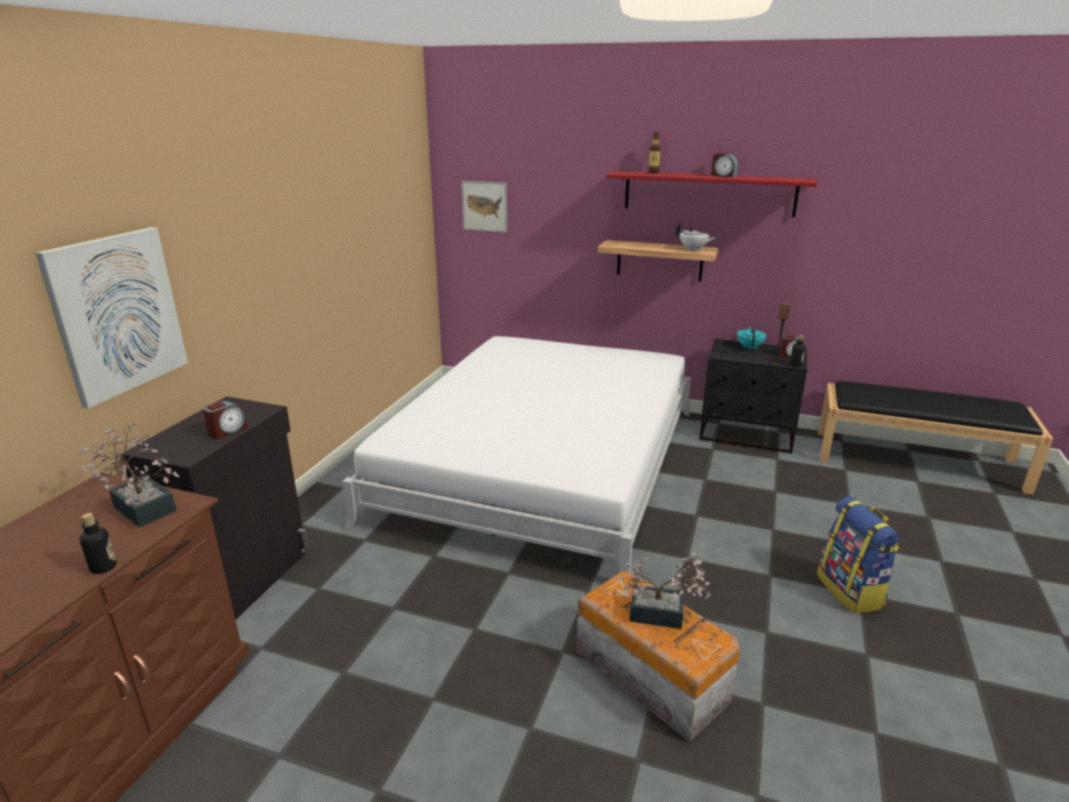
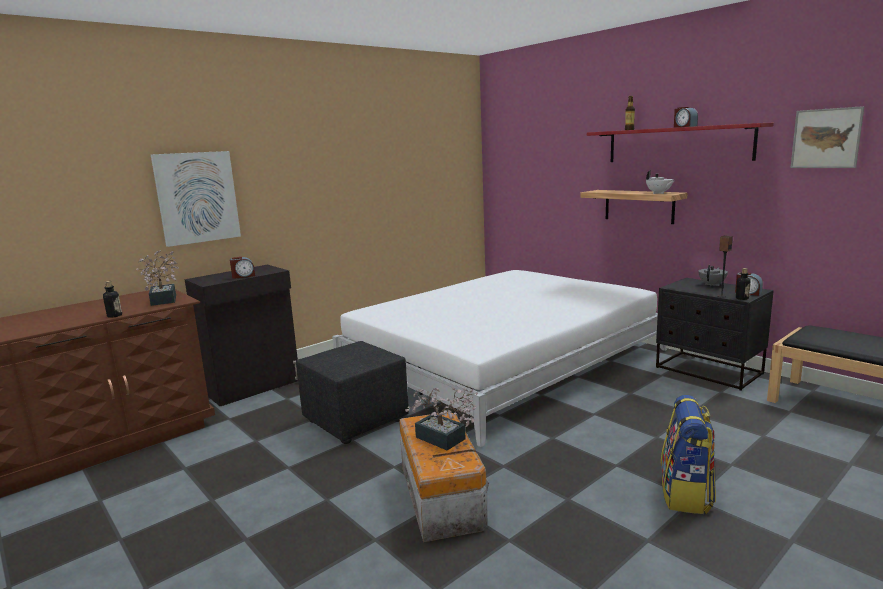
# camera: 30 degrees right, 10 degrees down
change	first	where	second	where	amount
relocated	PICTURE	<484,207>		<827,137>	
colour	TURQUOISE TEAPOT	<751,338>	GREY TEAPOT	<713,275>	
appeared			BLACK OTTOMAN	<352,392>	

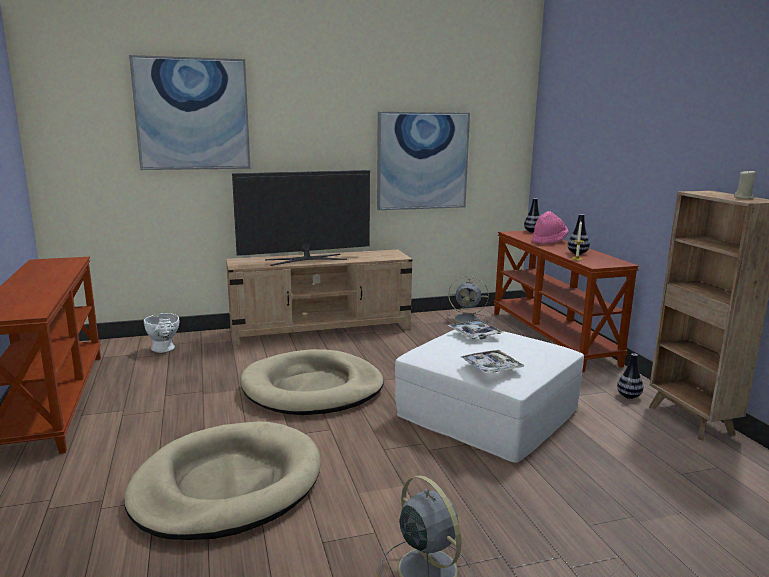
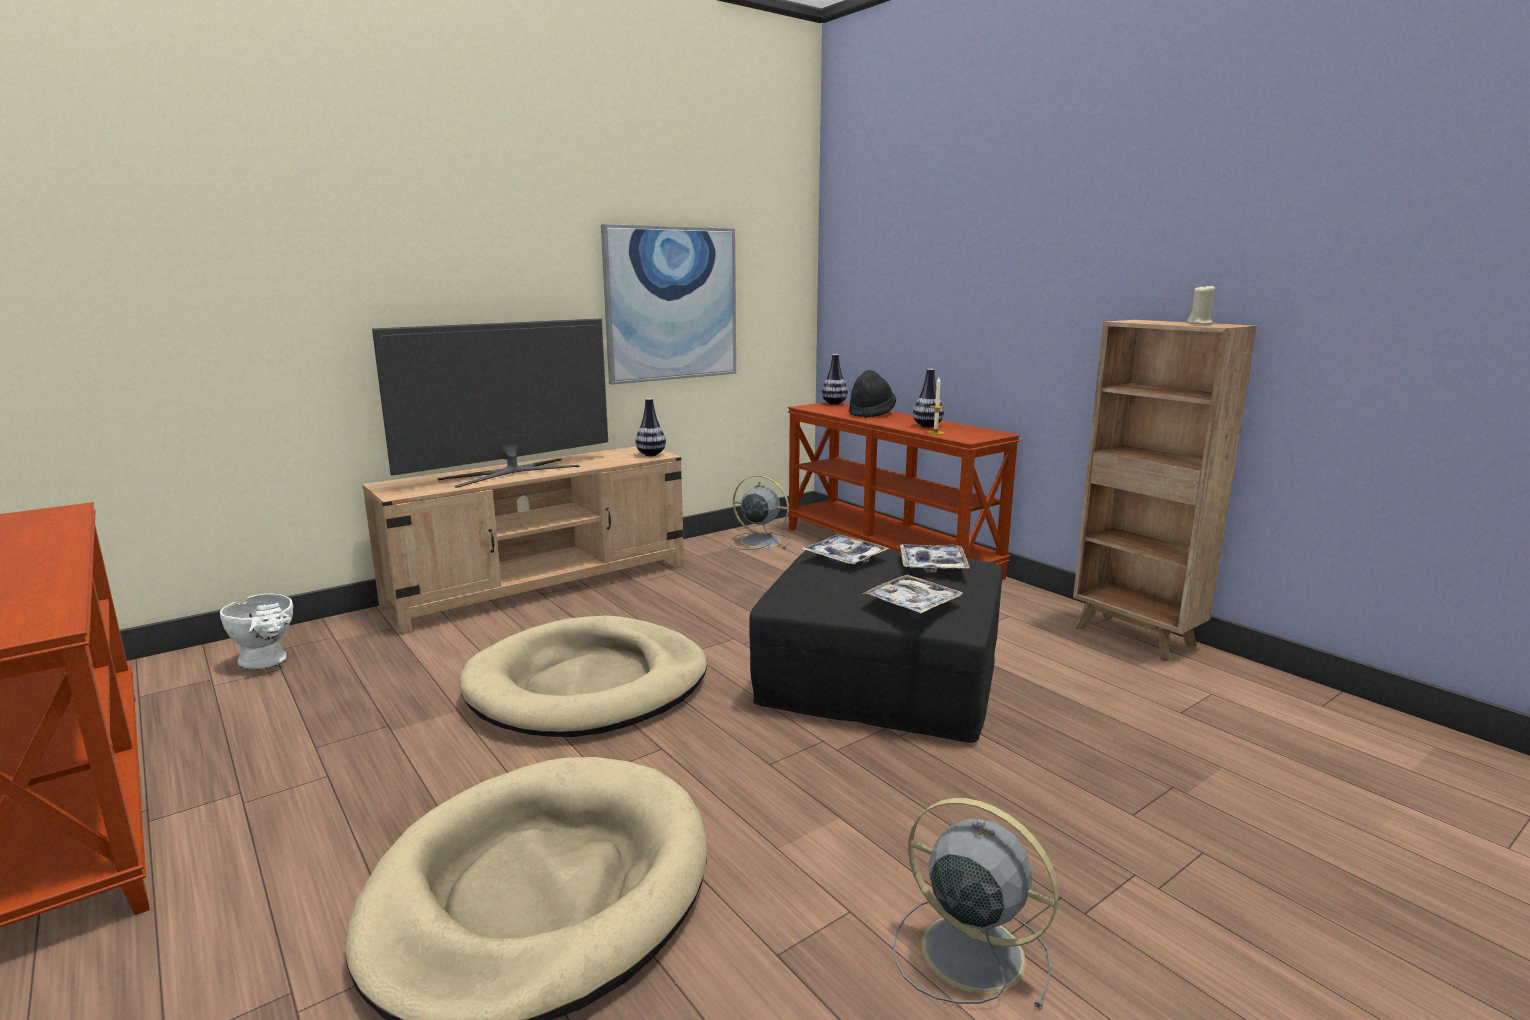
# camera: 20 degrees left, 0 degrees up
change	first	where	second	where	amount
missing	PICTURE	<189,112>			
colour	WHITE OTTOMAN	<489,396>	BLACK OTTOMAN	<876,646>	
spun	GREY FAN	<468,300>		<759,512>	150 degrees counterclockwise
colour	PINK HAT	<550,227>	BLACK HAT	<872,394>	
relocated	VASE	<630,376>		<650,427>	
appeared			TRAY	<935,558>	

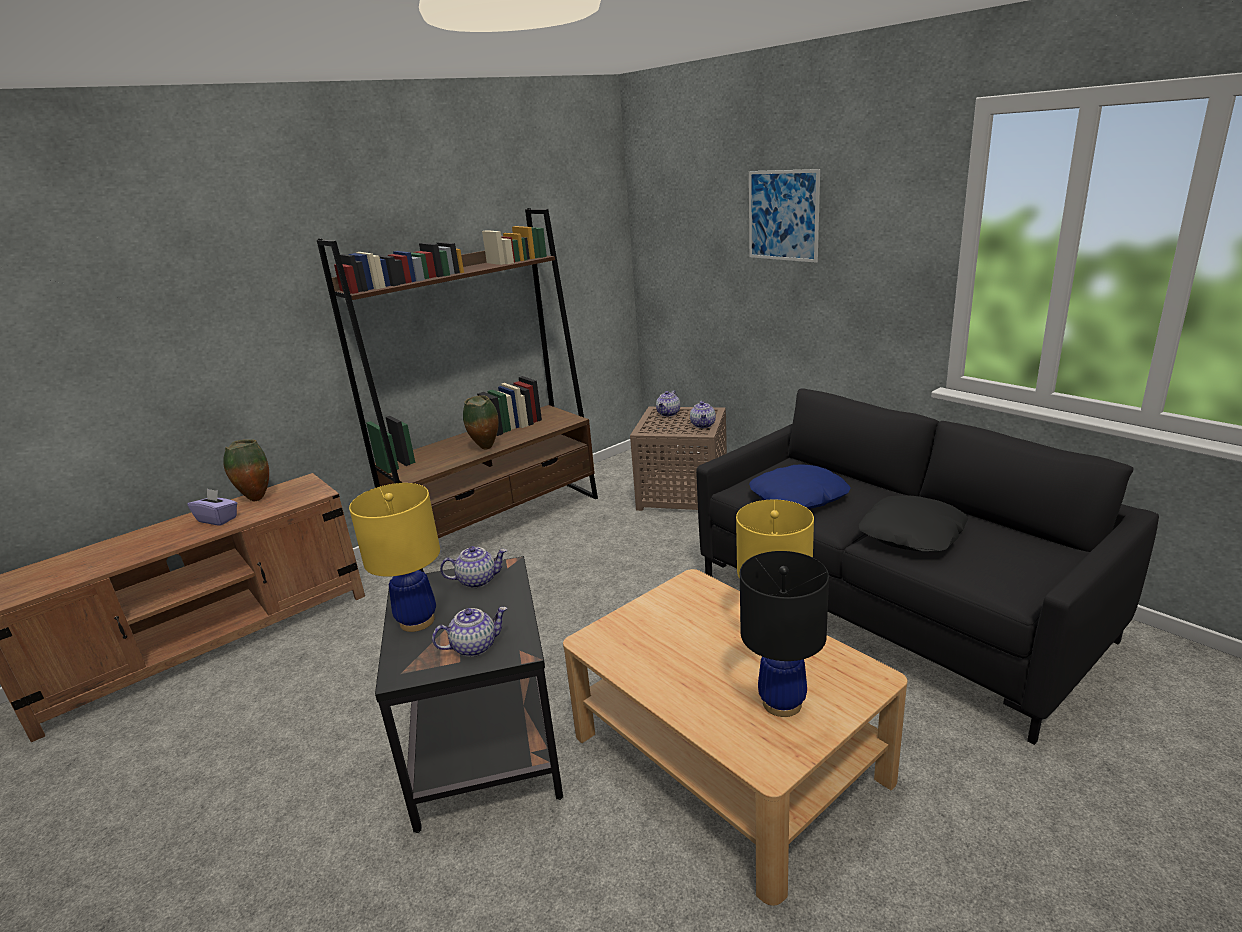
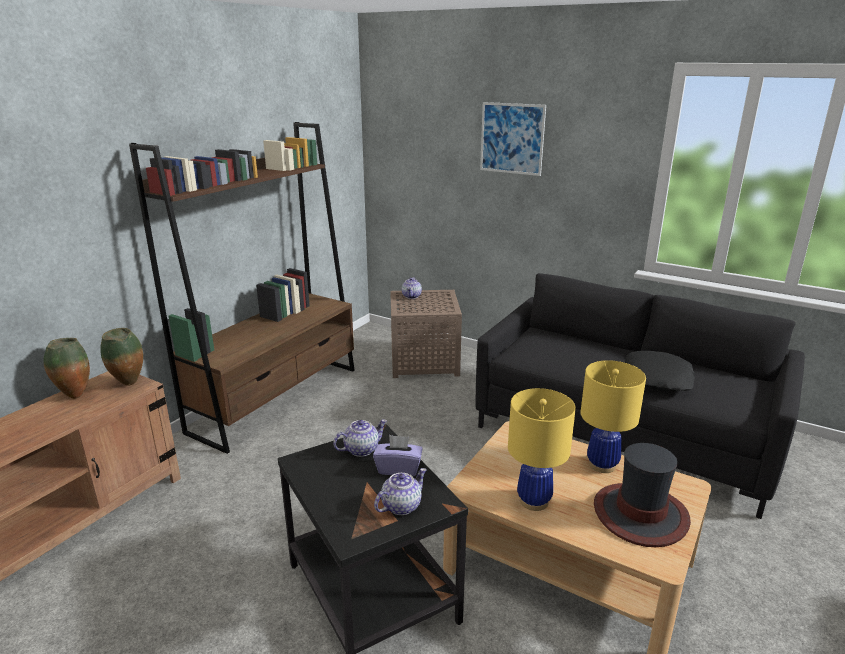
# camera: 20 degrees left, 0 degrees up
change	first	where	second	where	amount
relocated	PURPLE TISSUE BOX	<212,507>		<398,455>	
relocated	YELLOW TABLE LAMP	<394,557>		<542,449>	
relocated	VASE	<481,422>		<121,357>	
missing	TEAPOT	<703,414>			
exchanged	BLACK TABLE LAMP	<784,634>	HAT	<642,495>	
missing	BLUE PILLOW	<799,487>			

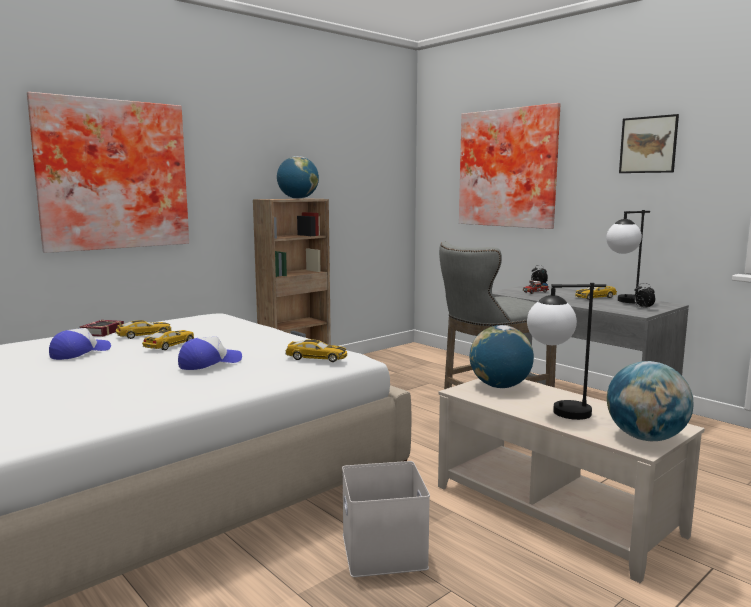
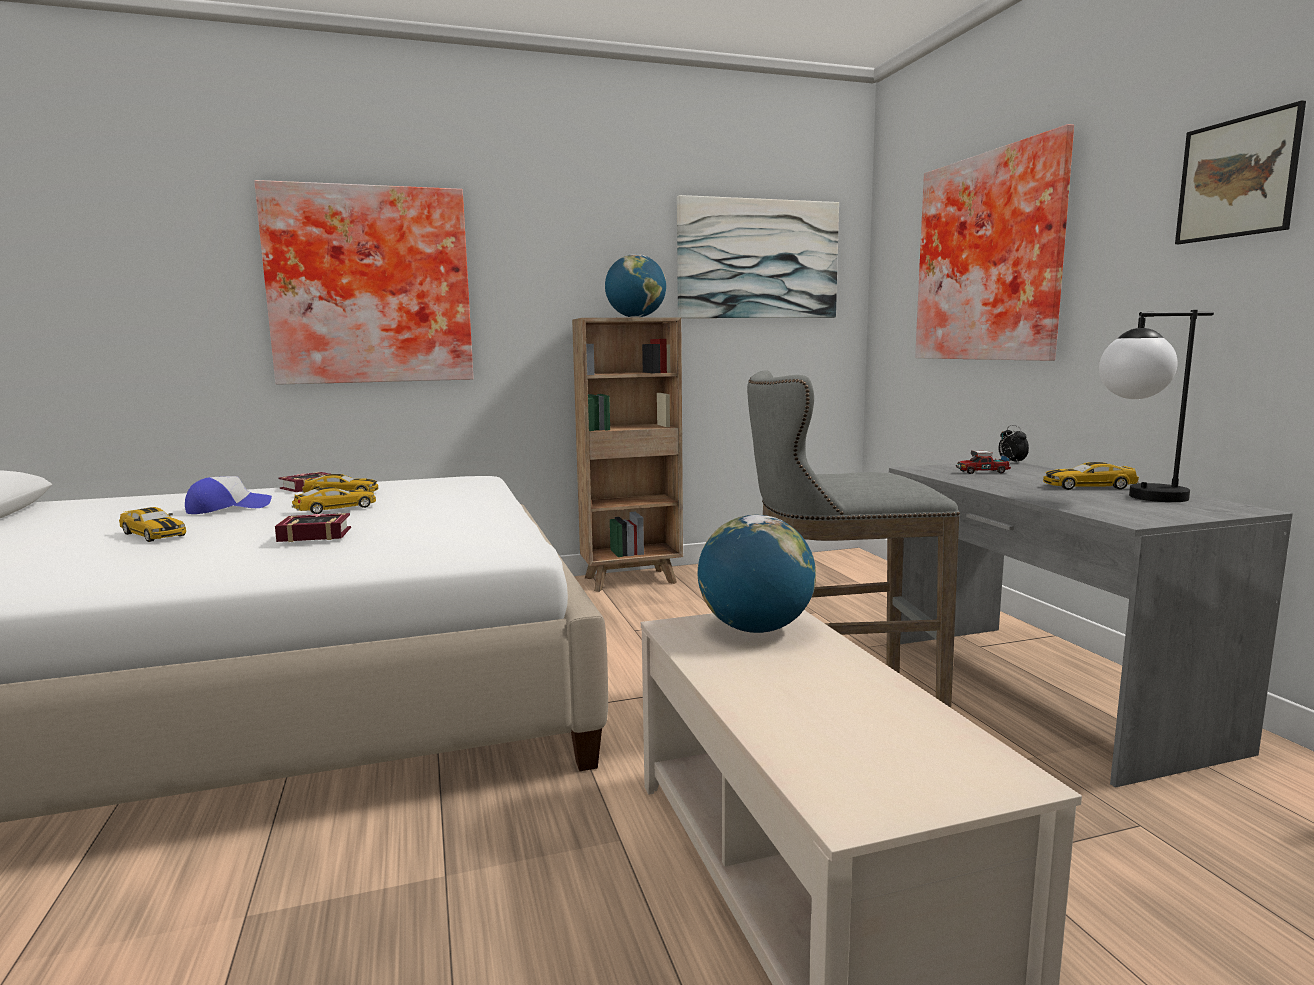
# camera: 25 degrees right, 0 degrees up
change	first	where	second	where	amount
exchanged	CAP	<210,353>	BOOK	<313,527>	
relocated	TOY CAR	<316,350>		<152,524>	
missing	WHITE STORAGE BOX	<386,519>			
missing	TABLE LAMP	<566,351>			
missing	GLOBE	<650,401>			
missing	ALARM CLOCK	<644,296>			
appeared			PICTURE	<758,256>	

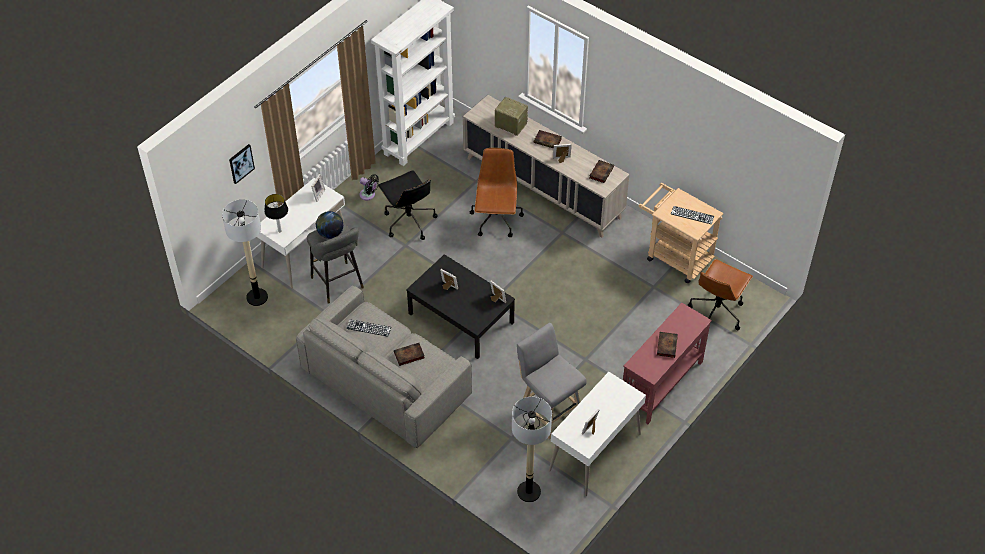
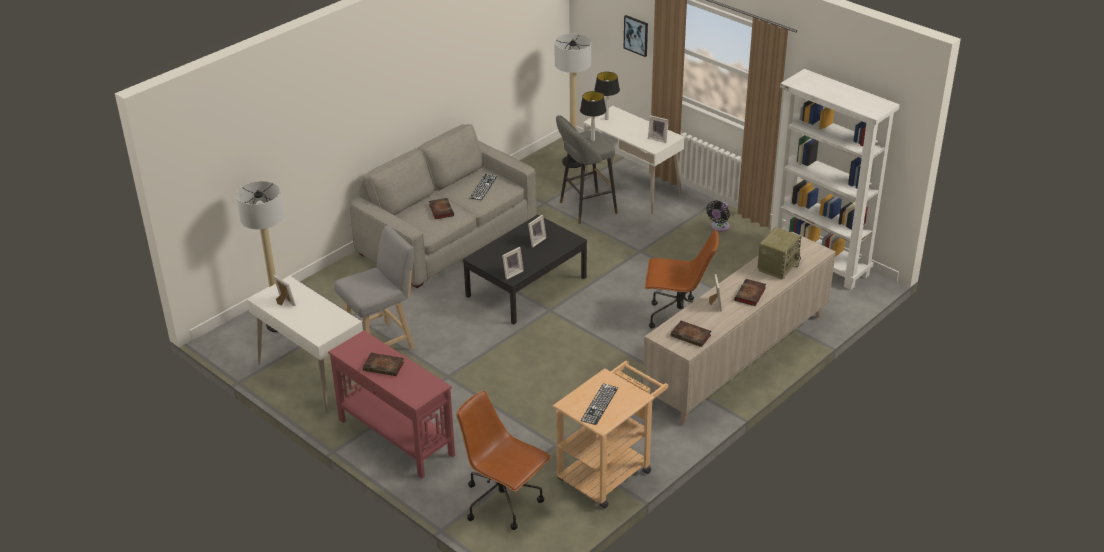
# camera: 95 degrees right, 15 degrees down
change	first	where	second	where	amount
exchanged	GLOBE	<329,225>	TABLE LAMP	<593,116>	
missing	BLACK OFFICE CHAIR	<407,205>			

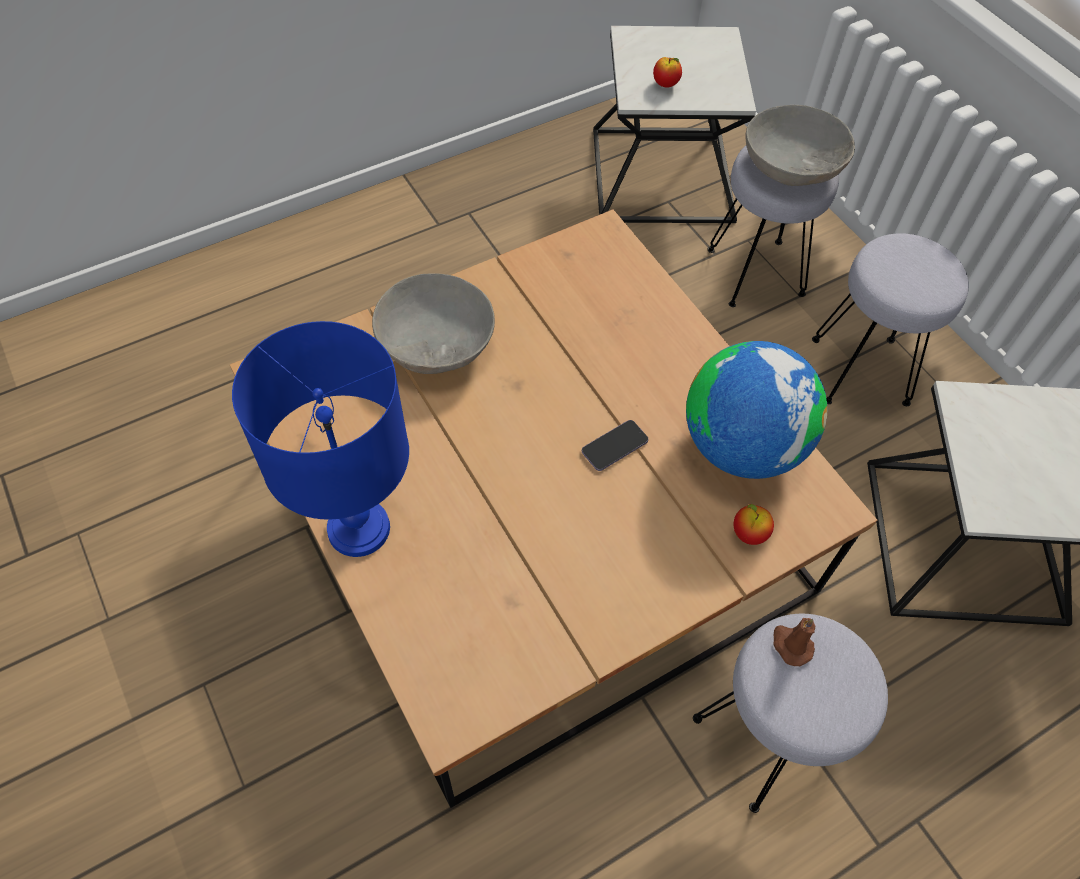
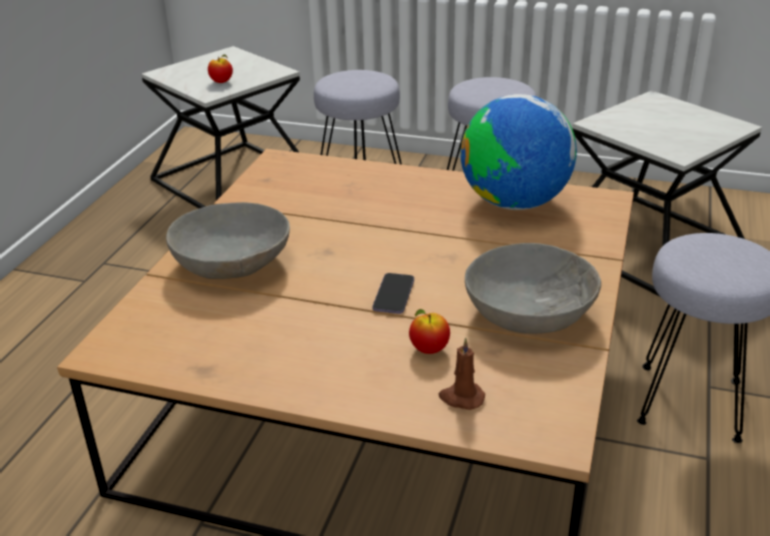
# camera: 40 degrees left, 25 degrees down
change	first	where	second	where	amount
missing	BLUE TABLE LAMP	<320,439>			
relocated	PHONE	<615,445>		<393,293>	
relocated	APPLE	<754,524>		<429,331>	
relocated	GREY BOWL	<800,145>		<533,288>	
relocated	BROWN CANDLE	<794,642>		<462,373>	

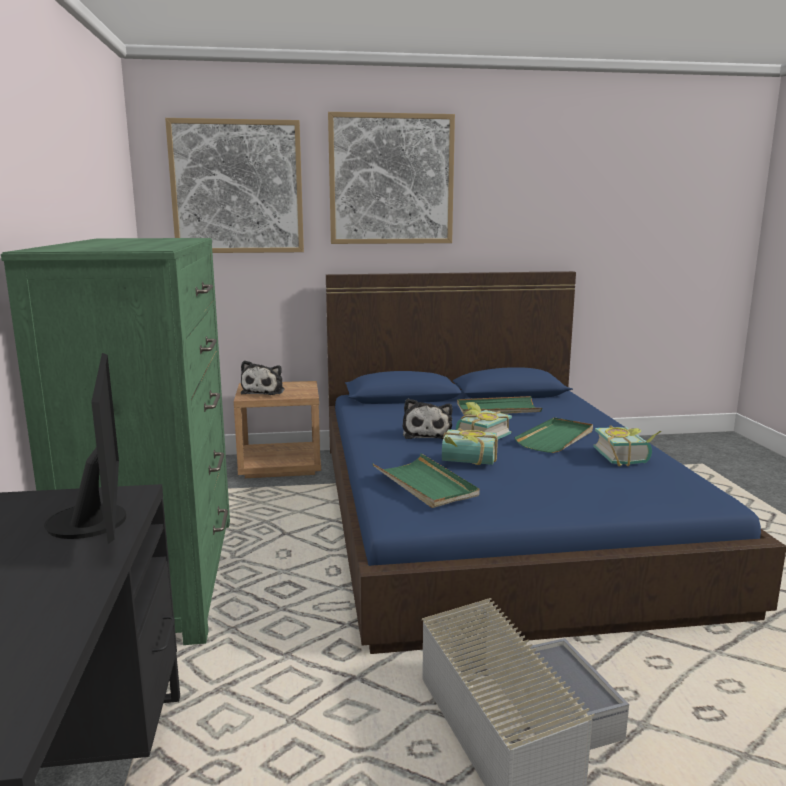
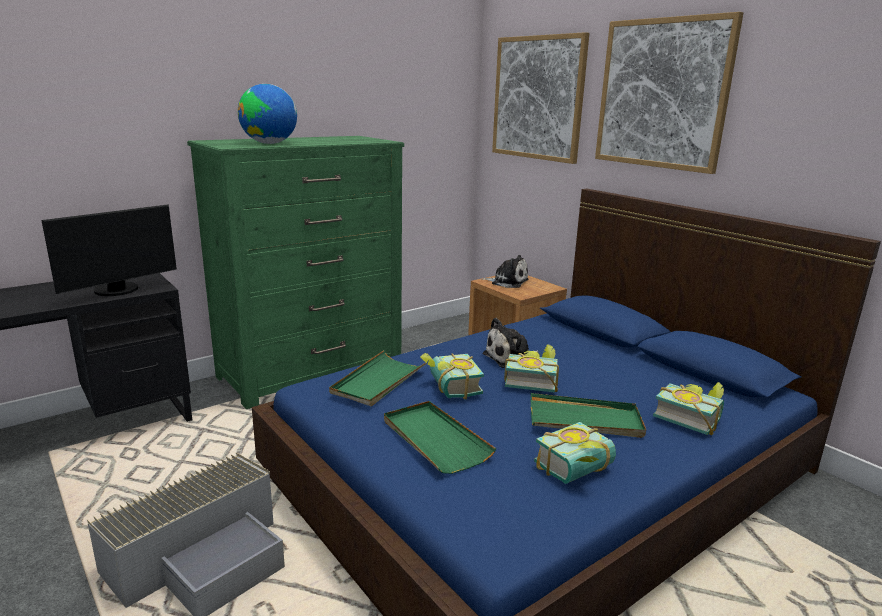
# camera: 60 degrees right, 5 degrees up
change	first	where	second	where	amount
spun	PLUSH TOY	<262,377>		<505,271>	135 degrees counterclockwise
relocated	GREEN TRAY	<499,406>		<440,437>	
appeared			GLOBE	<267,114>	
appeared			BOOK	<688,408>	

